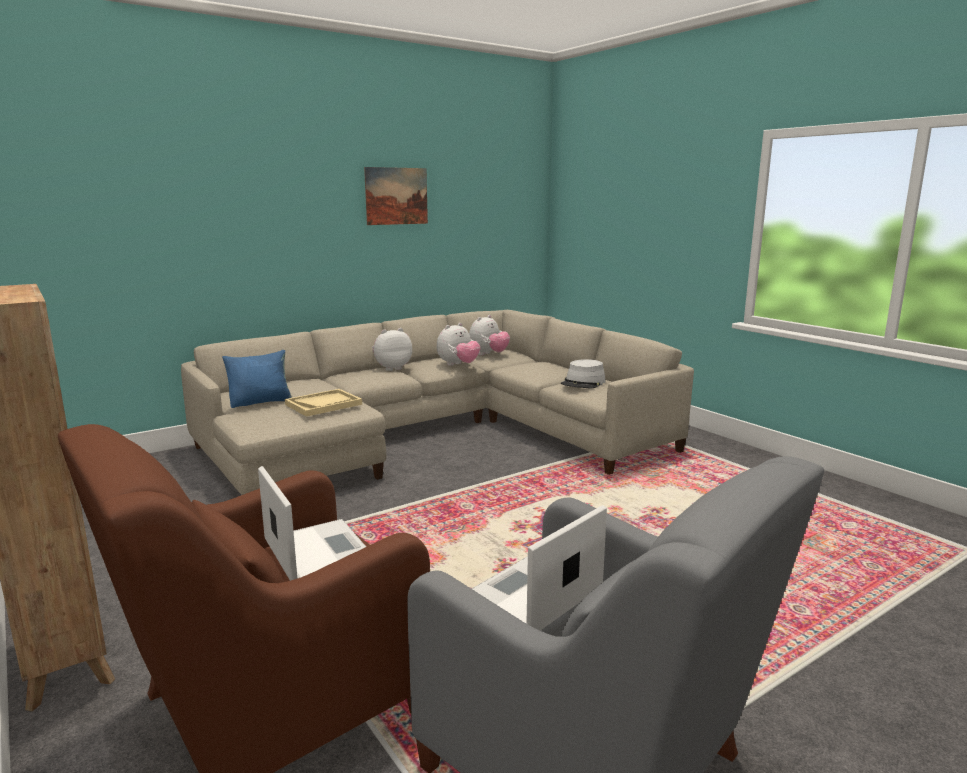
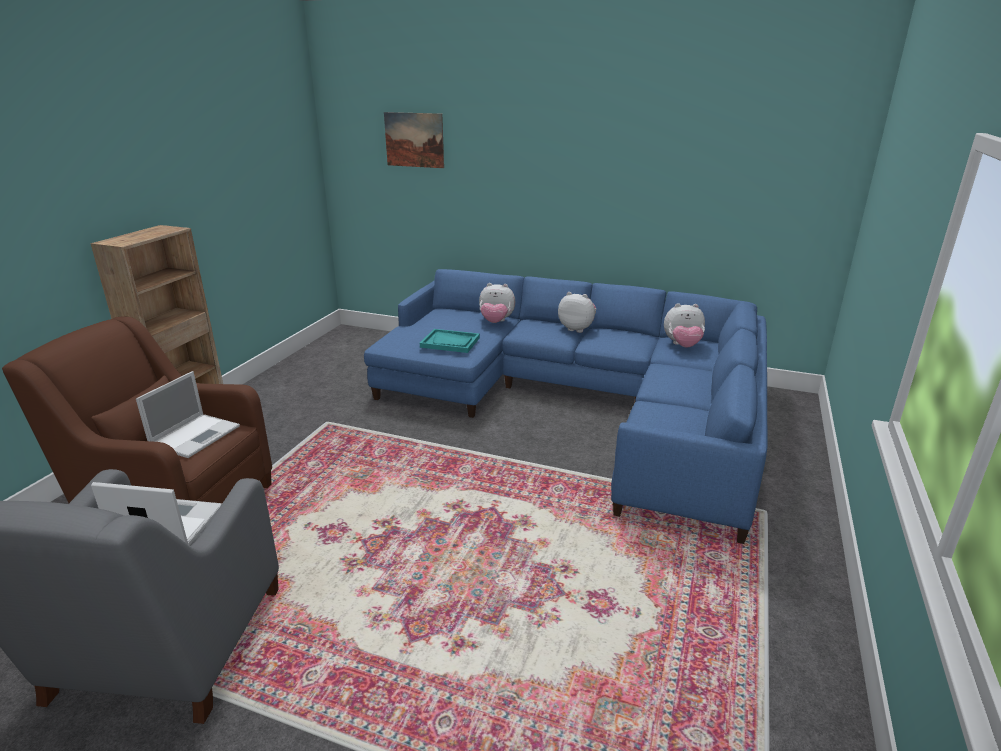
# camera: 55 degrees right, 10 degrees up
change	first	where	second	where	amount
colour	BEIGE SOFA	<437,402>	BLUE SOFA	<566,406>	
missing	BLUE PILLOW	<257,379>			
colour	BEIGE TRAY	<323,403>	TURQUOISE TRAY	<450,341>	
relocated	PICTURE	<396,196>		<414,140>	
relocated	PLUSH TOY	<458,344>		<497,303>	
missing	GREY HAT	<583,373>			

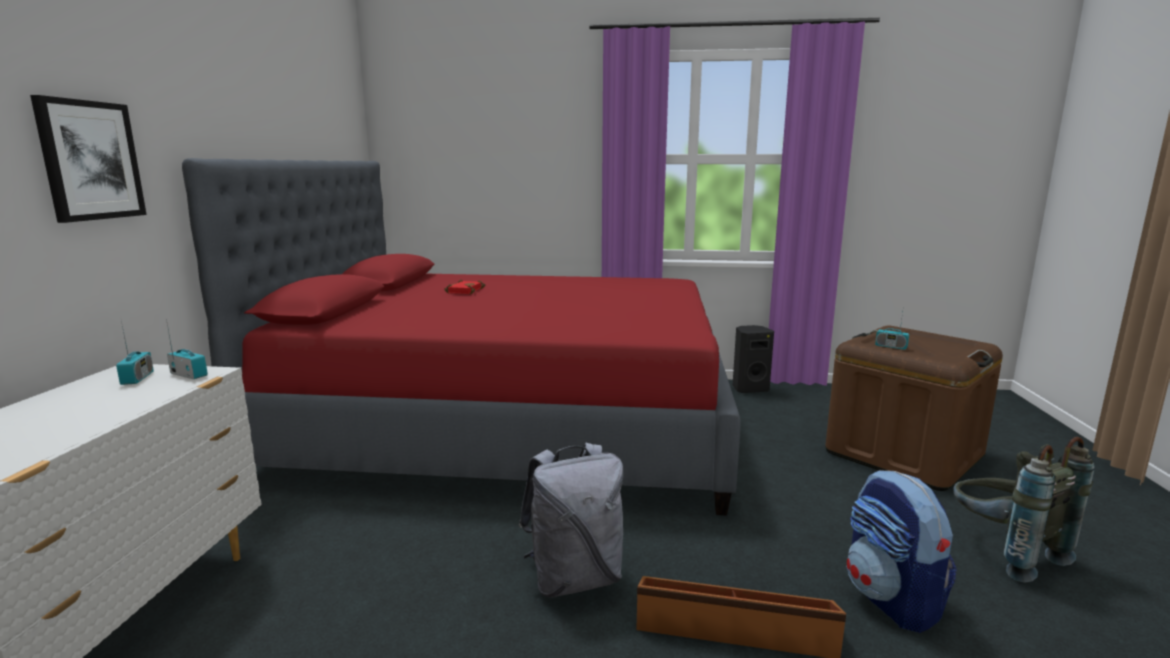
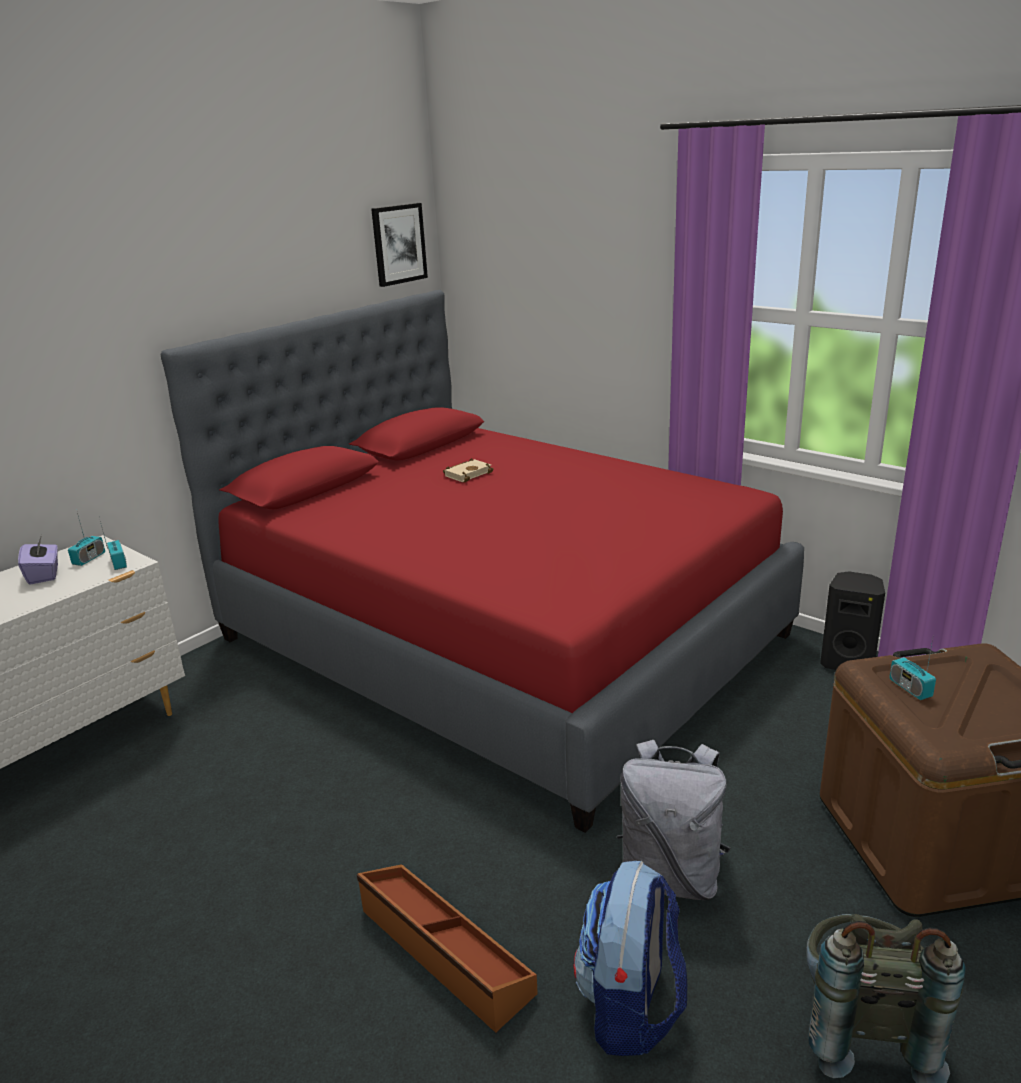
# camera: 35 degrees right, 10 degrees up
change	first	where	second	where	amount
relocated	PICTURE	<88,159>		<399,245>	
colour	RED BOOK	<464,287>	BEIGE BOOK	<468,470>	
relocated	GREY BACKPACK	<571,520>		<673,820>	
appeared			PURPLE TISSUE BOX	<38,559>	

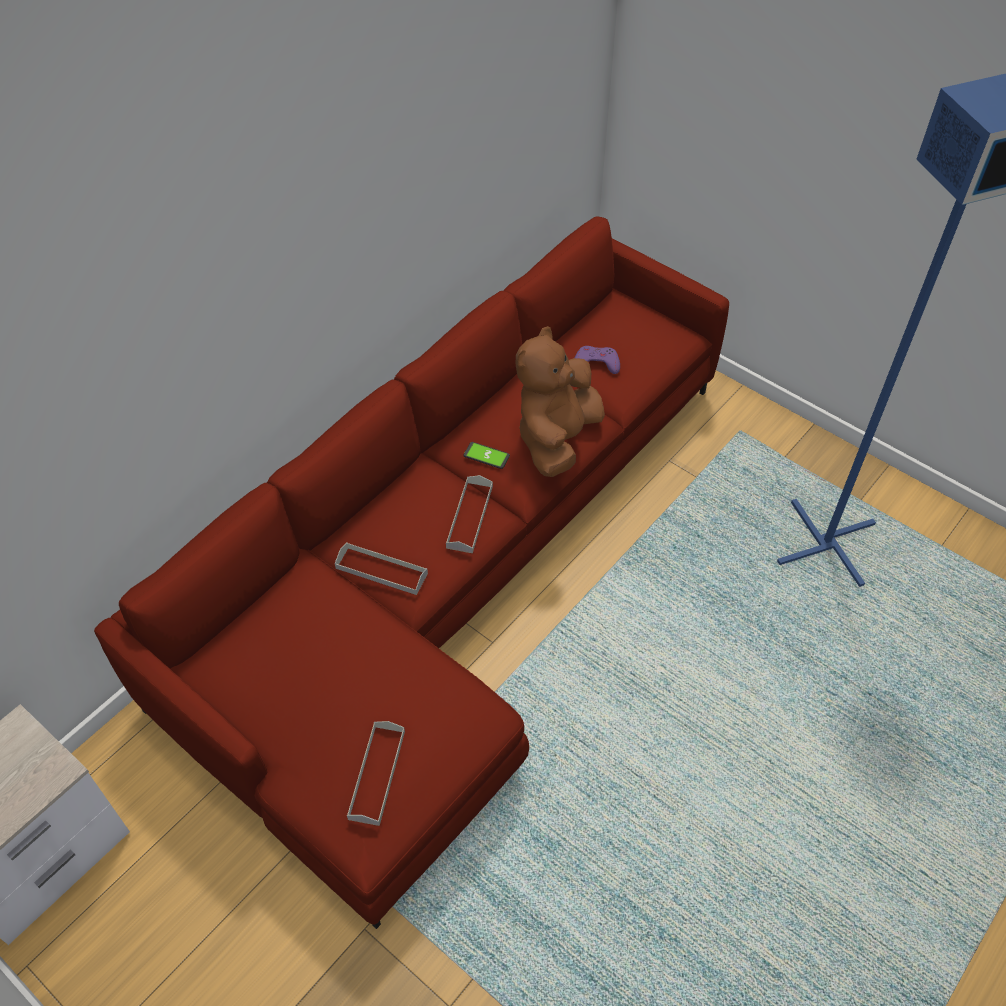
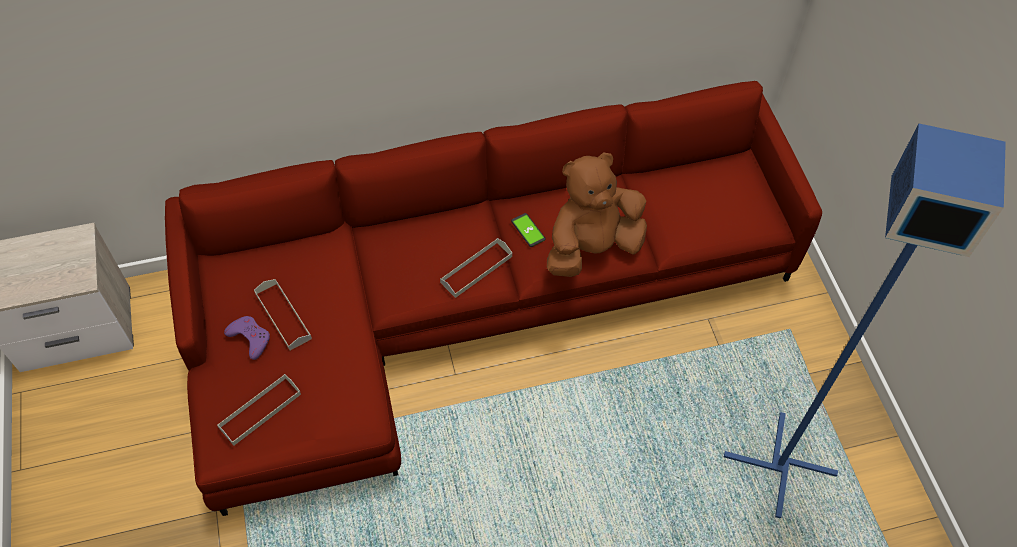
# camera: 35 degrees right, 5 degrees up
change	first	where	second	where	amount
relocated	GREY TRAY	<381,568>		<283,314>	
relocated	PURPLE GAME CONTROLLER	<597,360>		<247,338>	

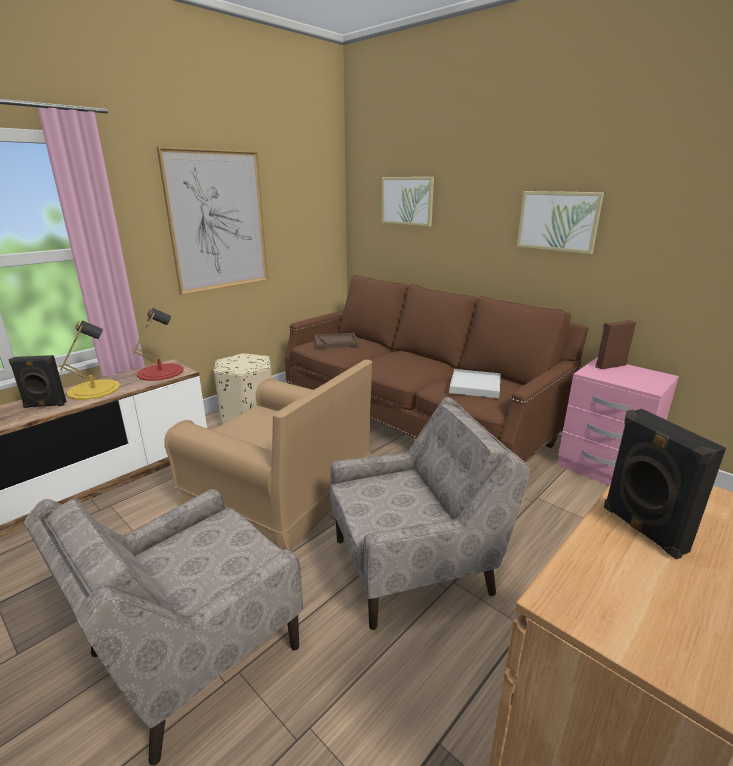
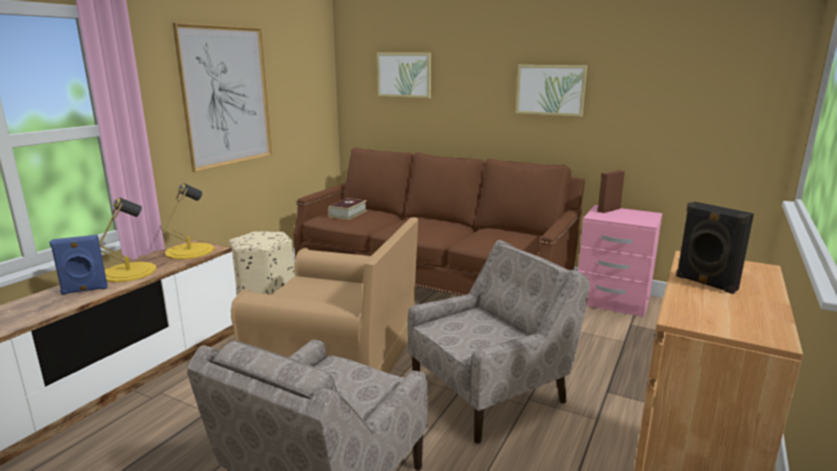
# camera: 15 degrees left, 5 degrees down
change	first	where	second	where	amount
colour	BLACK SPEAKER	<38,381>	BLUE SPEAKER	<78,265>	
colour	RED TABLE LAMP	<158,344>	YELLOW TABLE LAMP	<188,221>	
exchanged	BROWN TRAY	<336,341>	BOOK	<347,209>	
missing	WHITE TRAY	<475,383>			

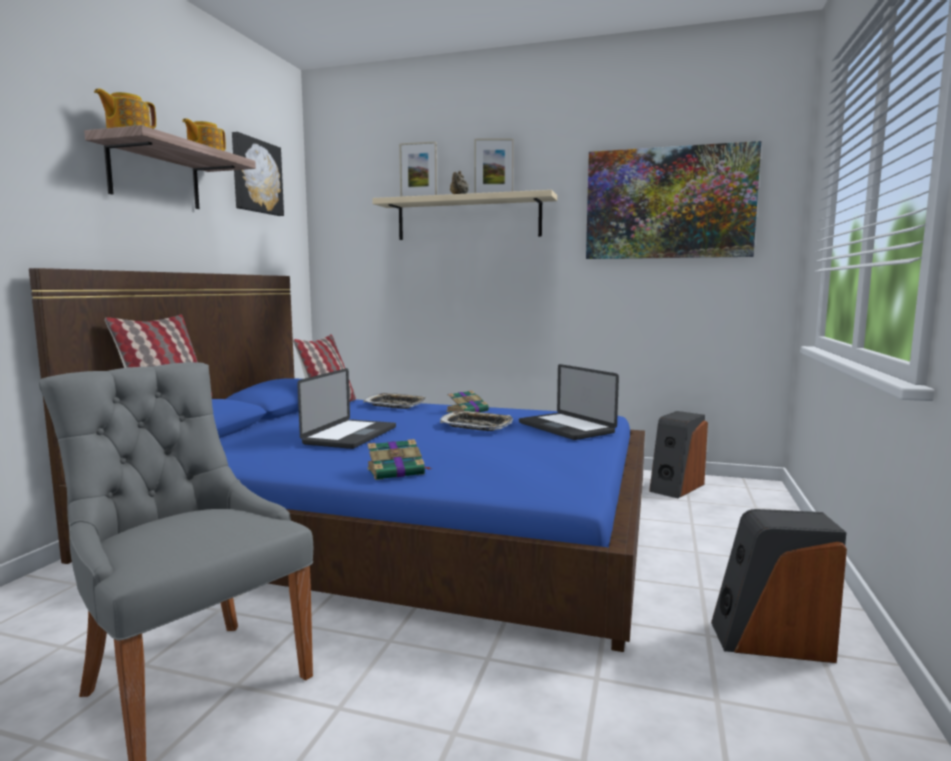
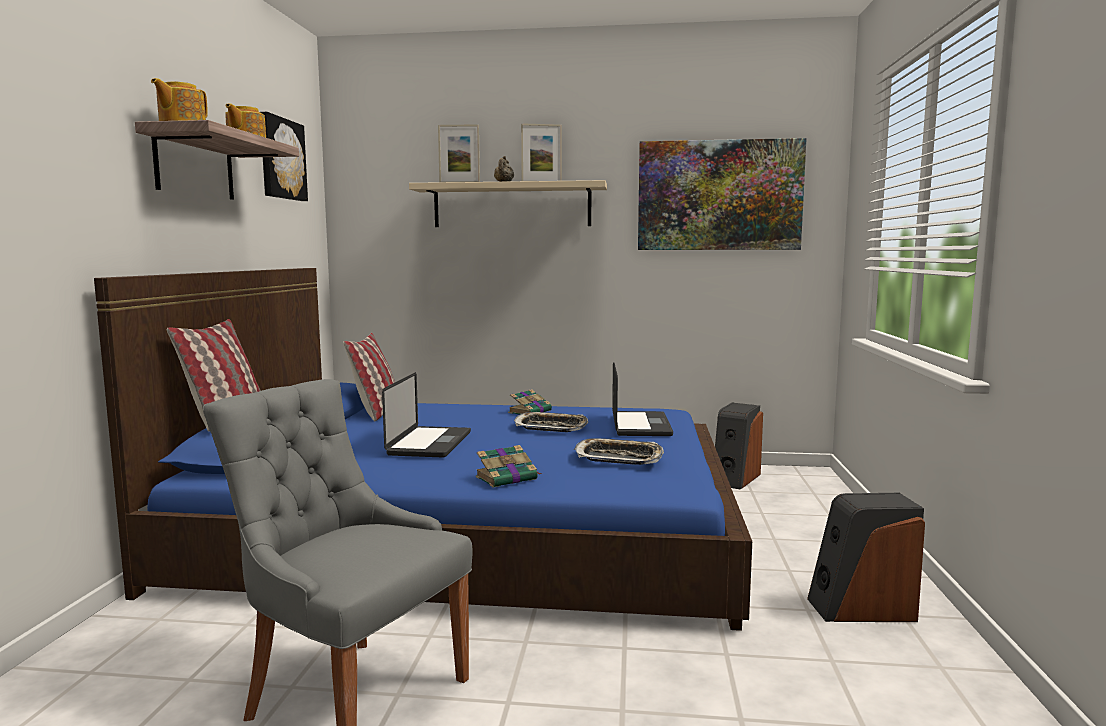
# camera: 10 degrees left, 0 degrees up
change	first	where	second	where	amount
relocated	TRAY	<394,401>		<619,451>	
spun	LAPTOP	<569,402>		<642,399>	135 degrees counterclockwise

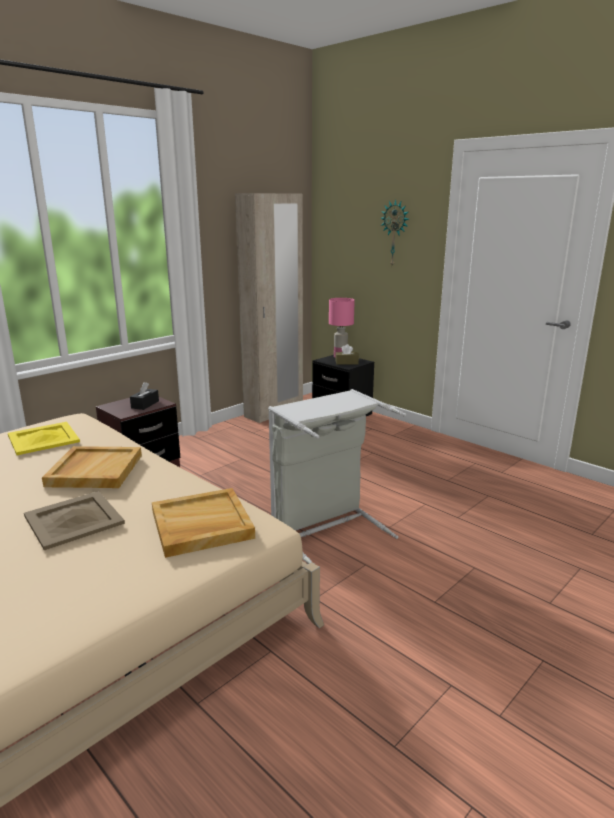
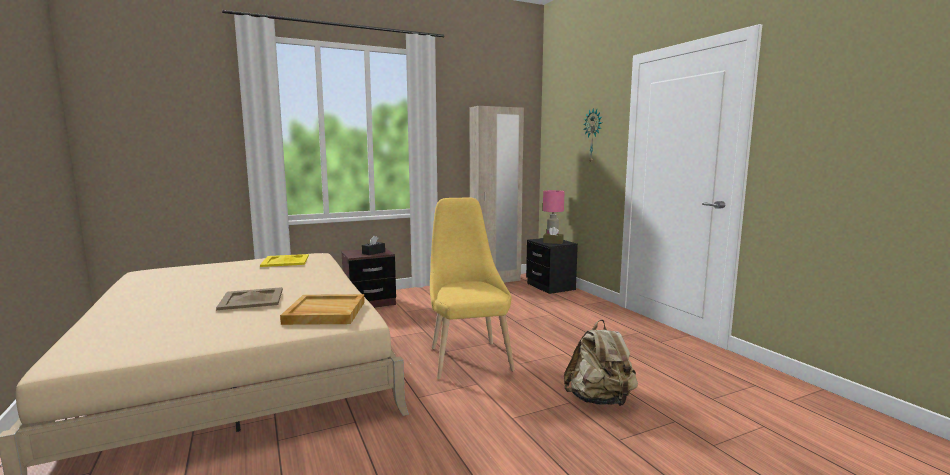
# camera: 20 degrees right, 10 degrees down
change	first	where	second	where	amount
missing	BEIGE TRAY	<92,467>			
exchanged	GREY LAUNDRY BASKET	<337,476>	YELLOW CHAIR	<472,288>	
appeared			BEIGE BACKPACK	<601,362>	

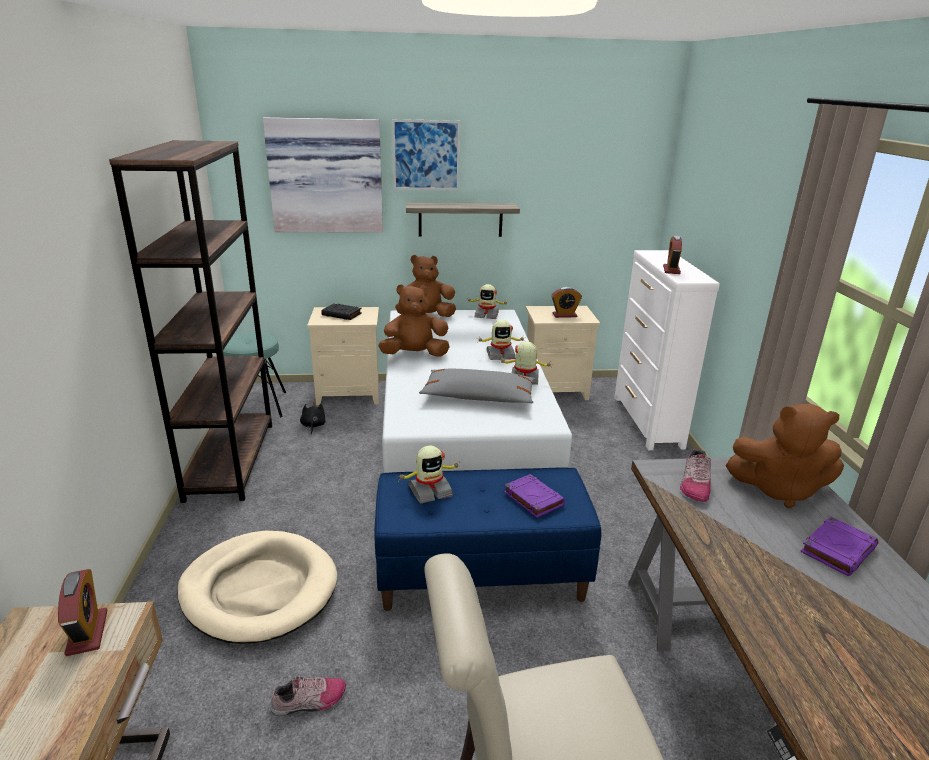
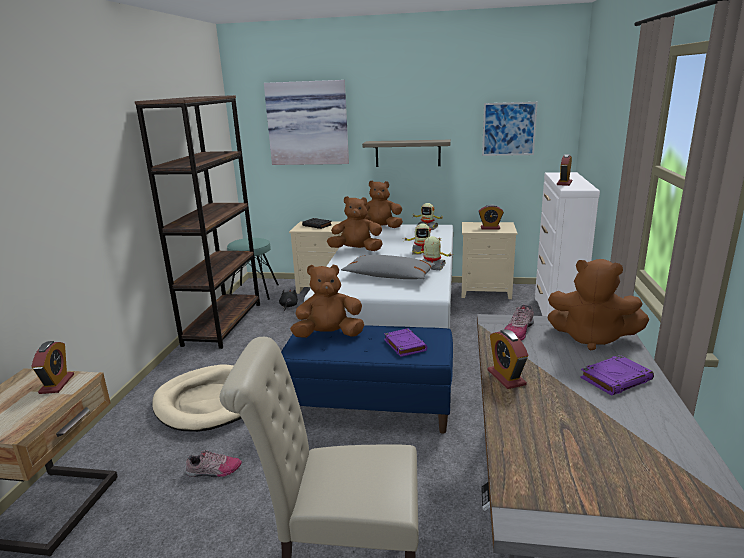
# camera: 15 degrees right, 5 degrees down
change	first	where	second	where	amount
relocated	PICTURE	<426,154>		<510,129>	
exchanged	TOY ROBOT	<430,475>	BROWN PLUSH TOY	<327,301>	
appeared			ALARM CLOCK	<507,359>	

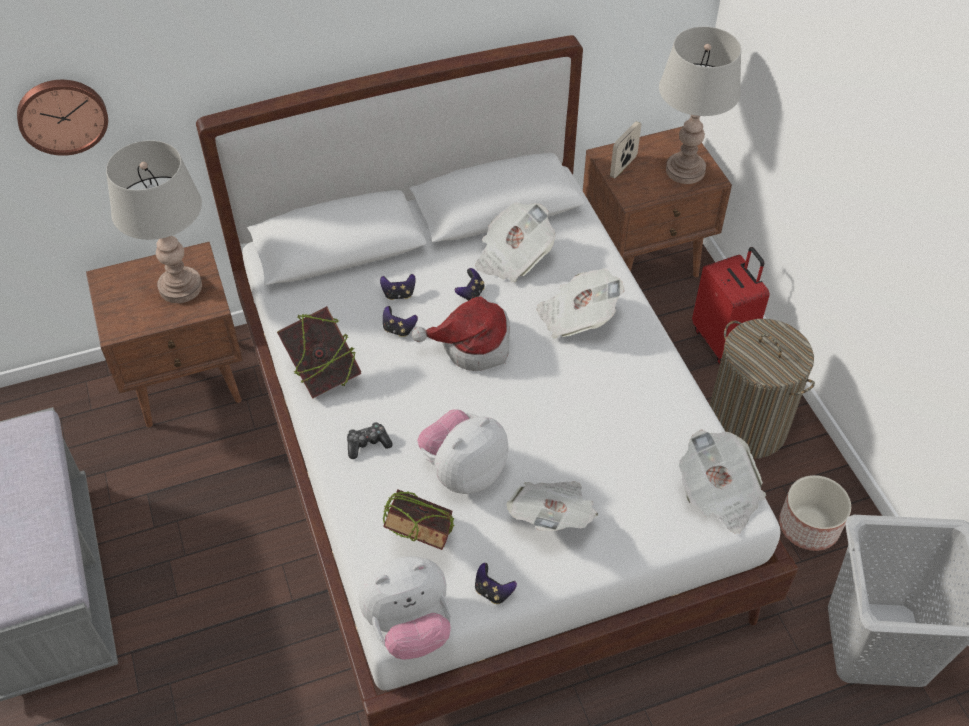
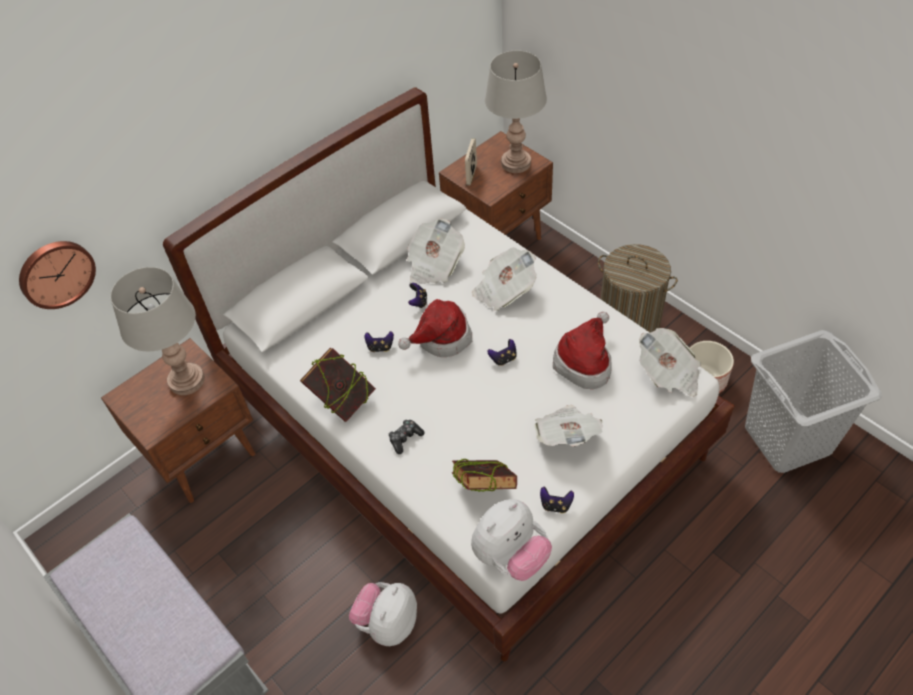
# camera: 20 degrees left, 0 degrees up
change	first	where	second	where	amount
relocated	GAME CONTROLLER	<398,287>		<502,352>	
relocated	PLUSH TOY	<463,451>		<383,614>	
missing	RED SUITCASE	<731,306>			
appeared			HAT	<582,350>	

